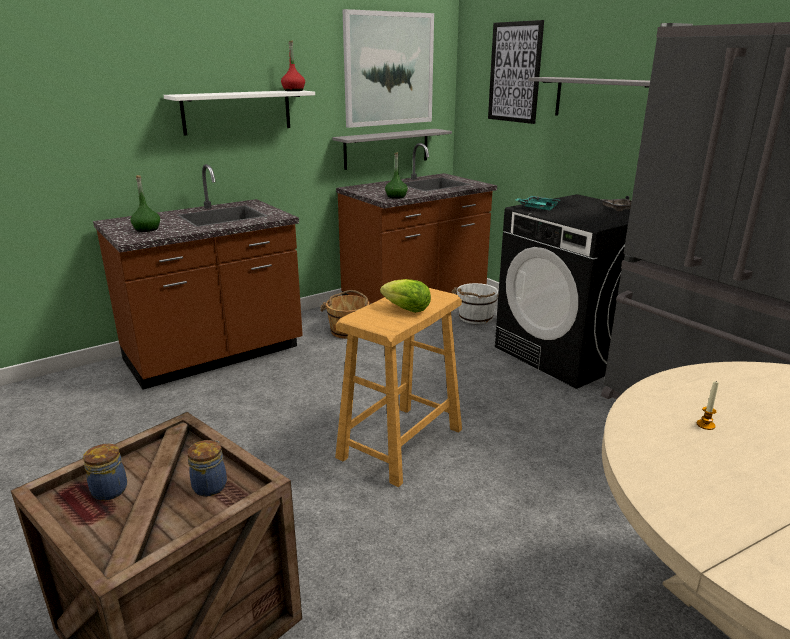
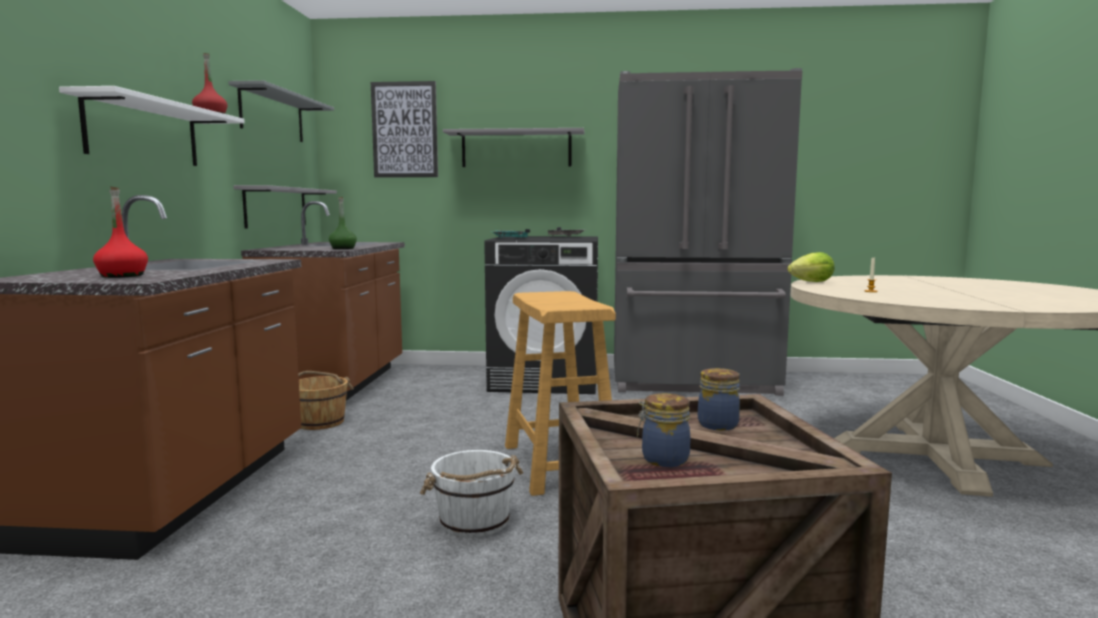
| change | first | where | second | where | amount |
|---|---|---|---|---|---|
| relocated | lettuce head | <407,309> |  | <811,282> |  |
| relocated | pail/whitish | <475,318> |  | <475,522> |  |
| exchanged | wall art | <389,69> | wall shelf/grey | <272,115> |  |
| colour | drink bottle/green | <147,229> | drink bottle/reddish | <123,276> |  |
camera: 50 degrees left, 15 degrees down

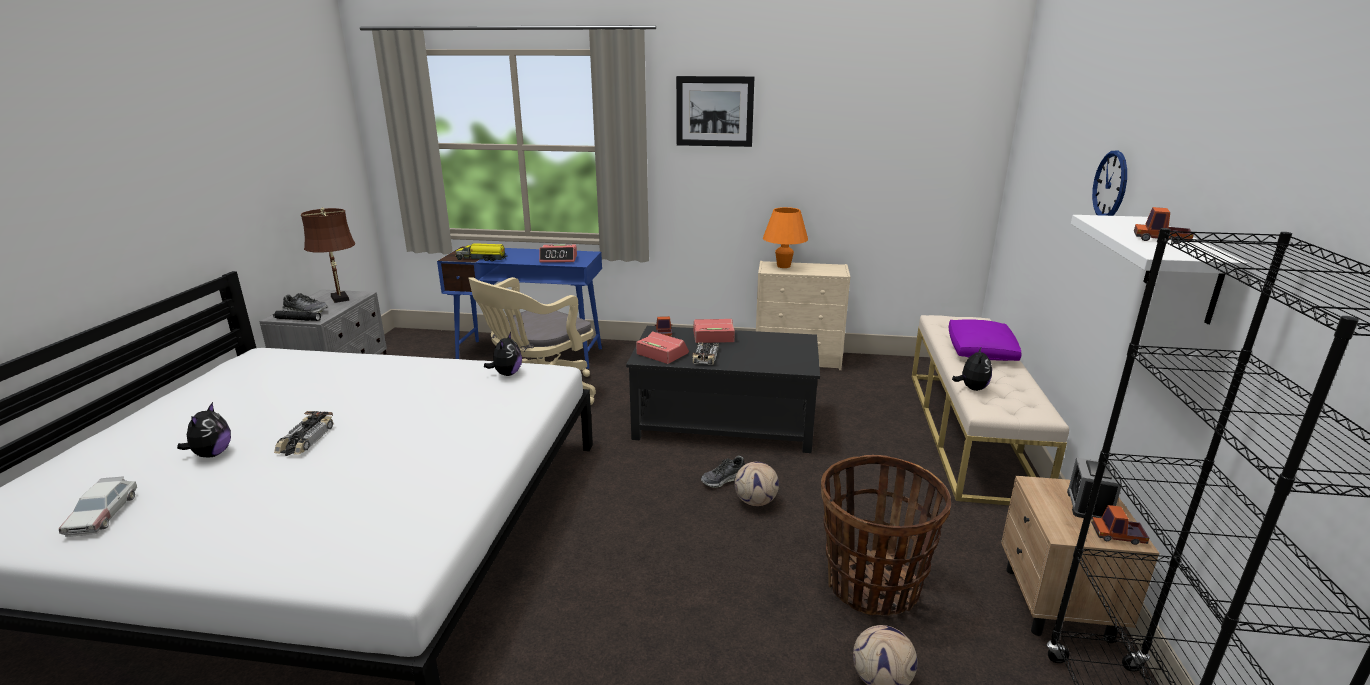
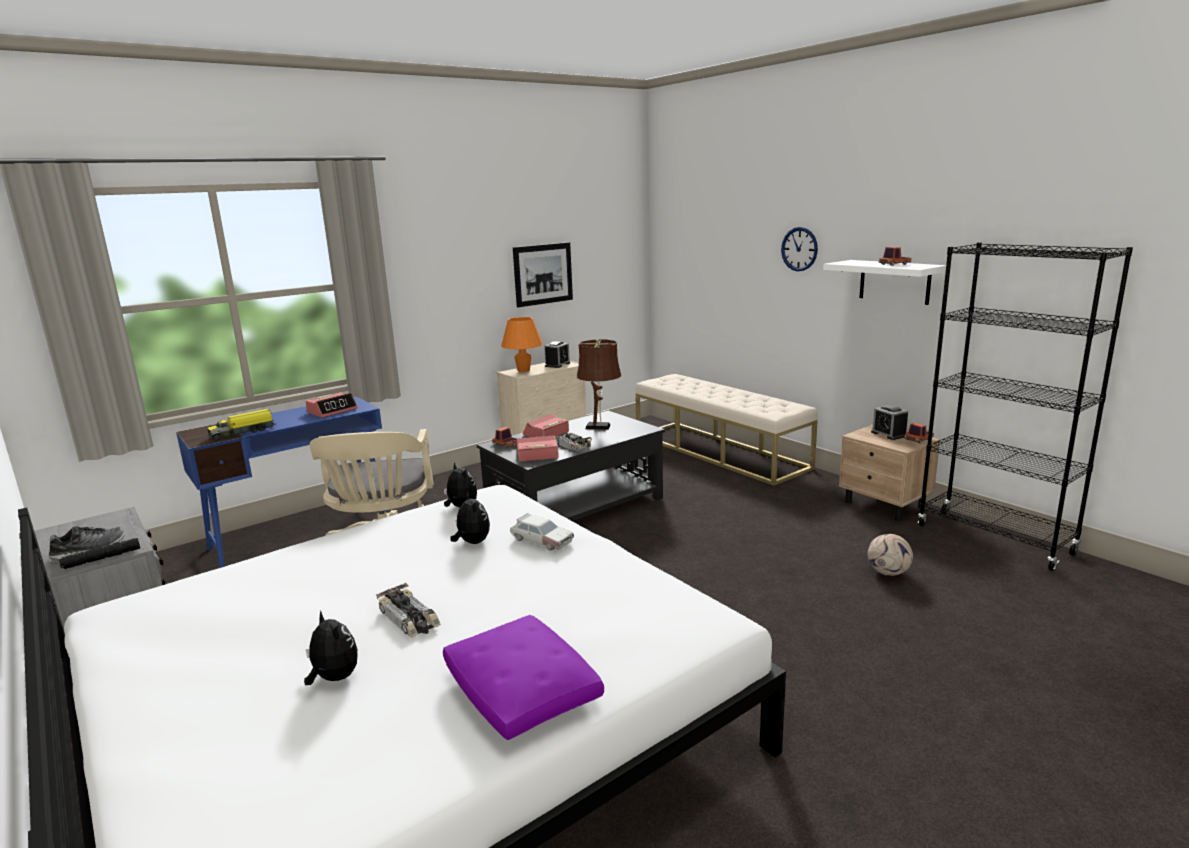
| change | first | where | second | where | amount |
|---|---|---|---|---|---|
| missing | item of footwear | <723,479> |  |  |  |
| missing | football | <756,502> |  |  |  |
| missing | household basket | <872,586> |  |  |  |
| appeared |  |  | alarm clock | <557,364> |  |
| relocated | miniature car | <103,514> |  | <541,540> |  |
| relocated | tabletop lamp/brown | <340,299> |  | <600,427> |  |
| relocated | wall art | <714,111> |  | <543,274> |  |
| relocated | throw pillow/purple-coloured | <980,351> |  | <520,690> |  |
| relocated | plush toy | <971,388> |  | <472,542> |  |
camera: 45 degrees left, 5 degrees down

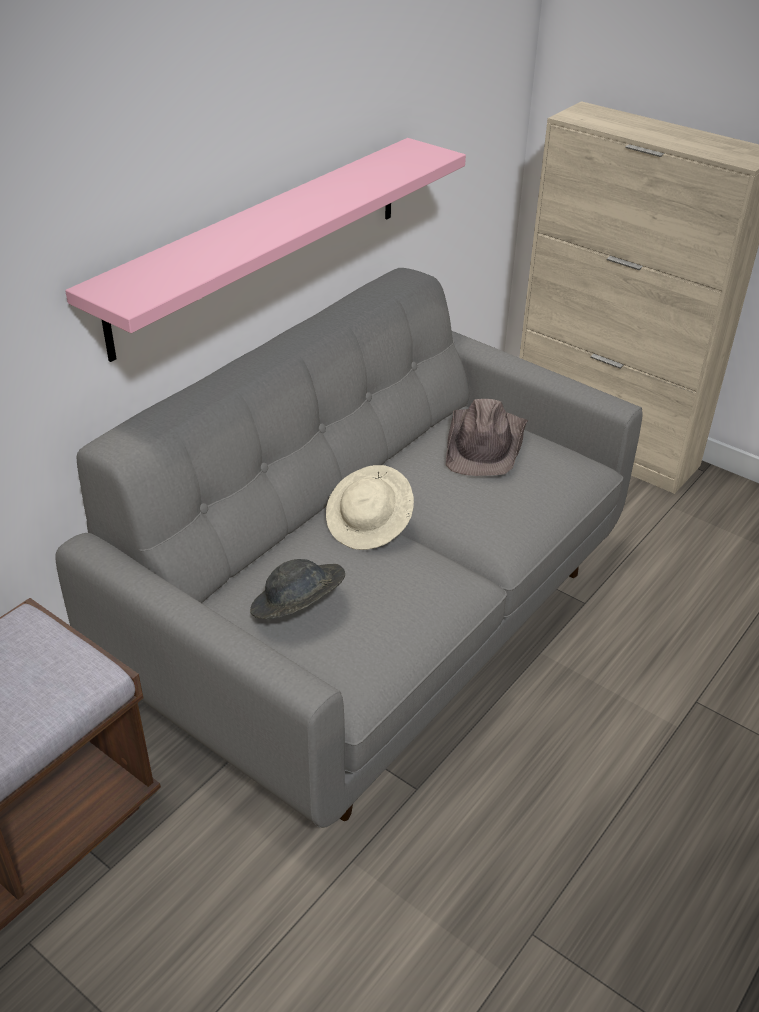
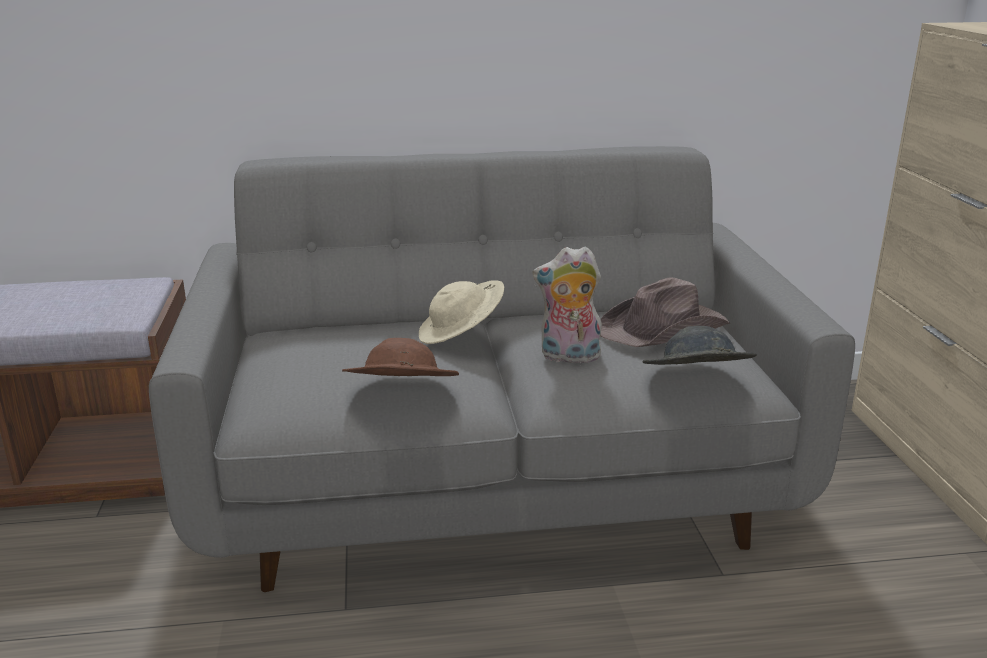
| change | first | where | second | where | amount |
|---|---|---|---|---|---|
| missing | wall shelf/pinkish | <263,242> |  |  |  |
| appeared |  |  | clothing hat/brown | <400,397> |  |
| appeared |  |  | plush toy | <568,357> |  |
| relocated | clothing hat/grey | <297,609> |  | <695,383> |  |
camera: 45 degrees right, 15 degrees down

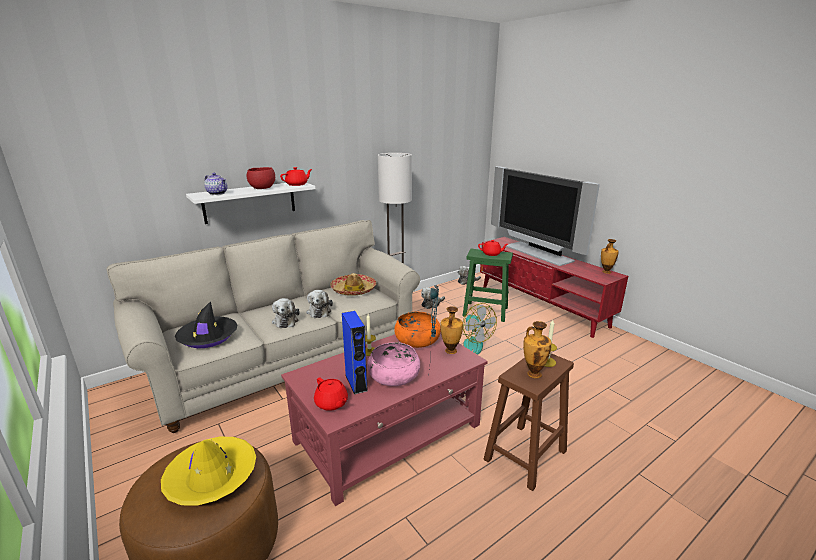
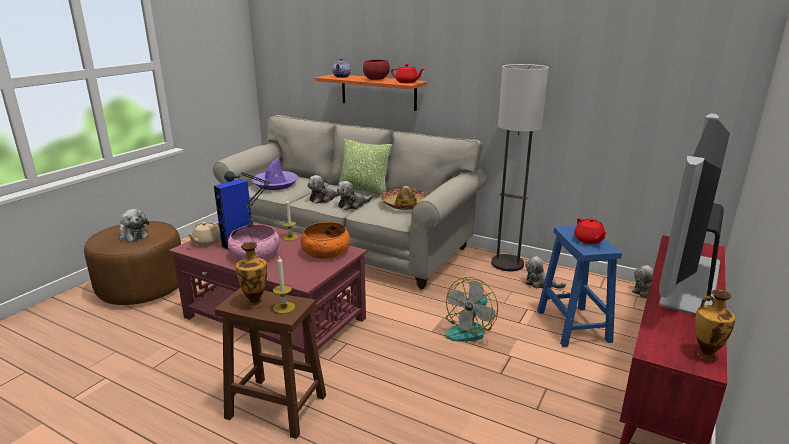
| change | first | where | second | where | amount |
|---|---|---|---|---|---|
| missing | vase | <450,351> |  |  |  |
| appeared |  |  | throw pillow | <364,191> |  |
| exchanged | clothing hat/yellowish | <212,477> | plush toy | <133,235> |  |
| colour | clothing hat/black-coloured | <208,337> | clothing hat/purple-coloured | <275,184> |  |
| colour | wall shelf/whitish | <250,202> | wall shelf/orange | <378,92> |  |
| colour | teapot/reddish | <331,403> | teapot/sand-coloured | <206,242> |  |
| colour | stool/green | <486,312> | stool/bluish | <574,326> |  |
camera: 65 degrees right, 0 degrees up

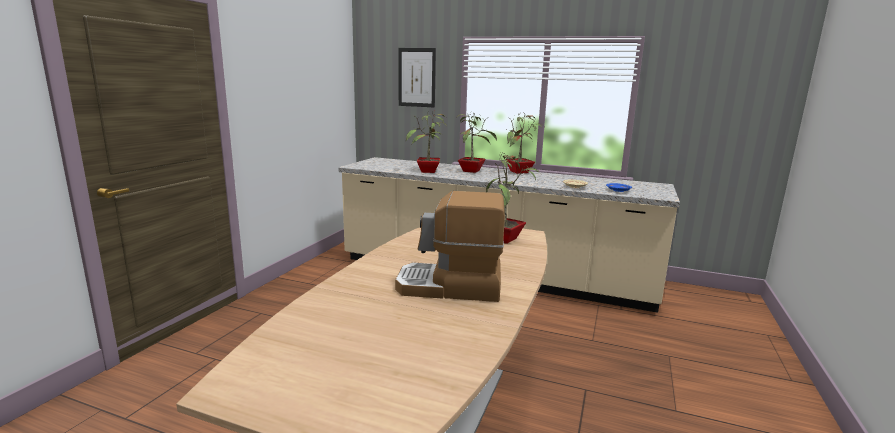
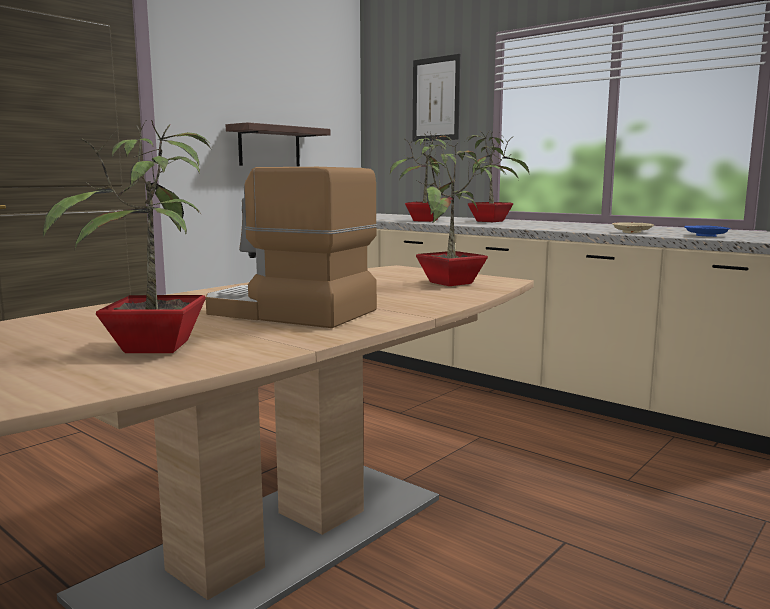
| change | first | where | second | where | amount |
|---|---|---|---|---|---|
| appeared |  |  | wall shelf | <269,146> |  |
| relocated | houseplant | <519,172> |  | <155,348> |  |
camera: 20 degrees right, 5 degrees down

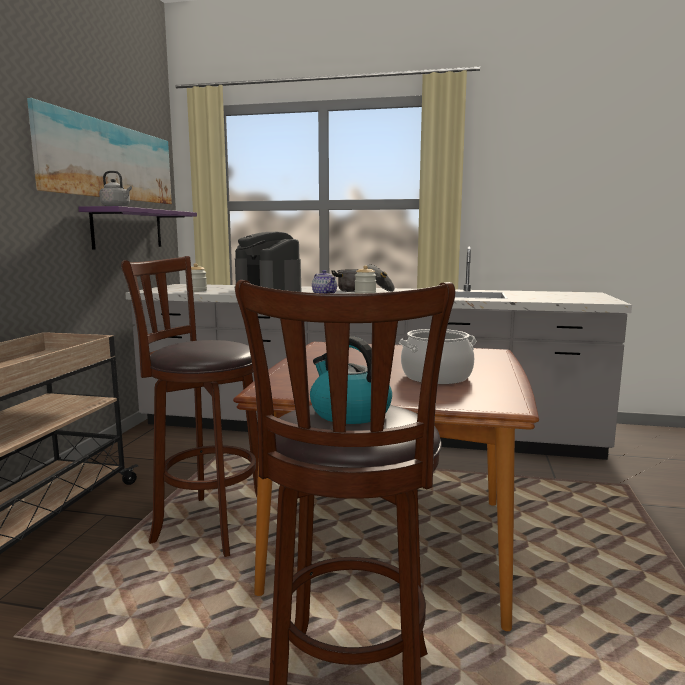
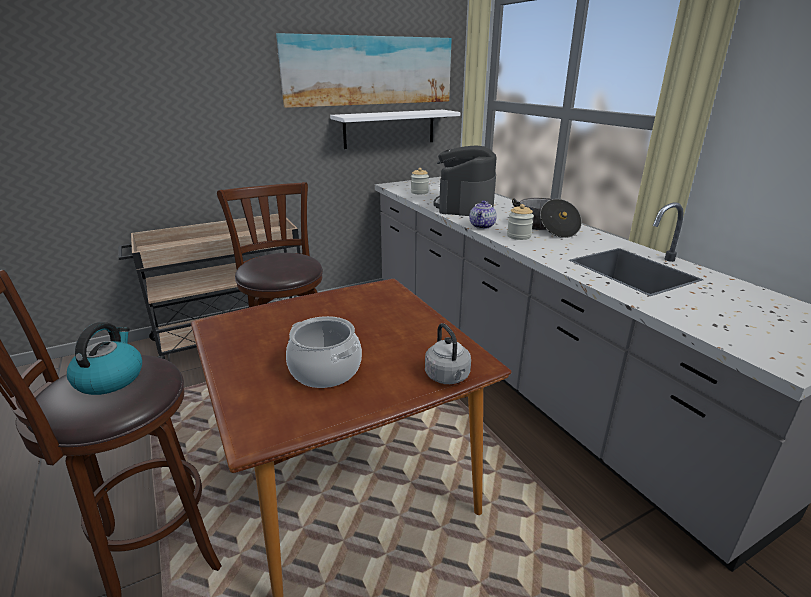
| change | first | where | second | where | amount |
|---|---|---|---|---|---|
| relocated | kettle/grey | <117,206> |  | <448,377> |  |
| colour | wall shelf/purple-coloured | <128,229> | wall shelf/whitish | <389,128> |  |
camera: 50 degrees right, 15 degrees up

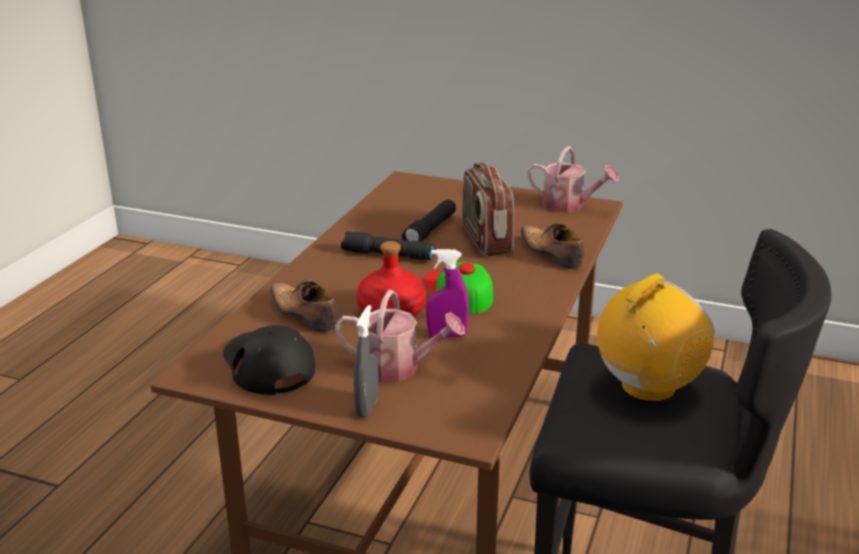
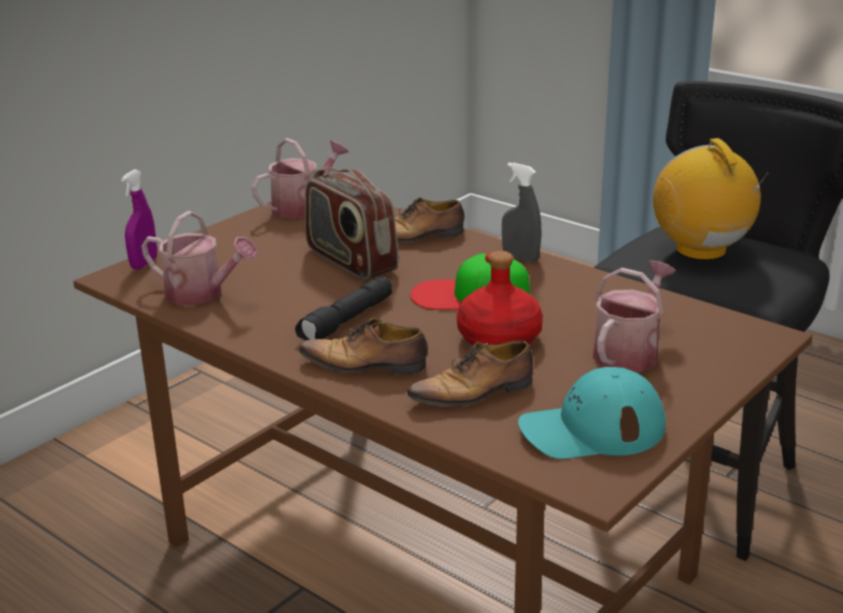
| change | first | where | second | where | amount |
|---|---|---|---|---|---|
| missing | hand torch/black-coloured | <431,230> |  |  |  |
| appeared |  |  | watering pot | <201,294> |  |
| appeared |  |  | item of footwear | <366,365> |  |
| relocated | hand sprayer/grey | <367,407> |  | <520,257> |  |
| relocated | hand sprayer/purple-coloured | <447,336> |  | <144,263> |  |
| colour | peaked cap/black-coloured | <267,365> | peaked cap/blue-green | <591,429> |  |
| spun | radio set | <485,239> |  | <350,261> | 45 degrees clockwise |
camera: 70 degrees left, 0 degrees up

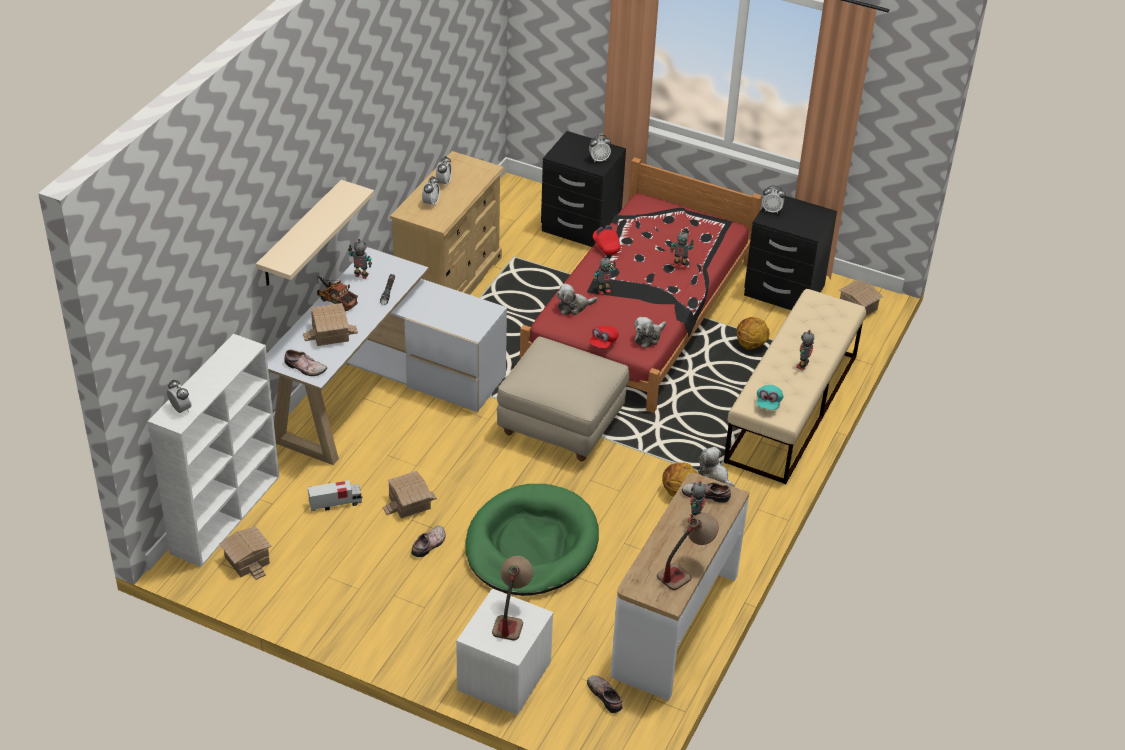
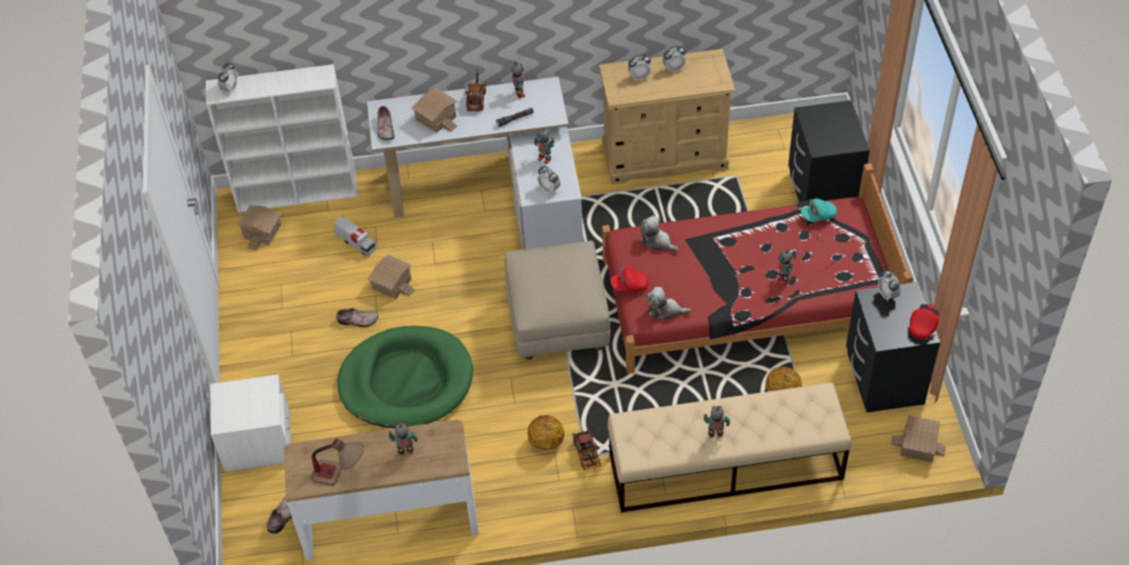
| change | first | where | second | where | amount |
|---|---|---|---|---|---|
| missing | wall shelf/sand-coloured | <300,235> |  |  |  |
| missing | tabletop lamp | <511,616> |  |  |  |
| missing | item of footwear | <706,494> |  |  |  |
| relocated | alarm clock | <599,159> |  | <549,189> |  |
| relocated | peaked cap/reddish | <606,246> |  | <923,325> |  |
| relocated | model robot | <603,291> |  | <544,159> |  |
| relocated | peaked cap/blue-green | <768,403> |  | <818,216> |  |
| exchanged | plush toy | <714,476> | toy lorry | <587,456> |  |
camera: 60 degrees right, 10 degrees up

